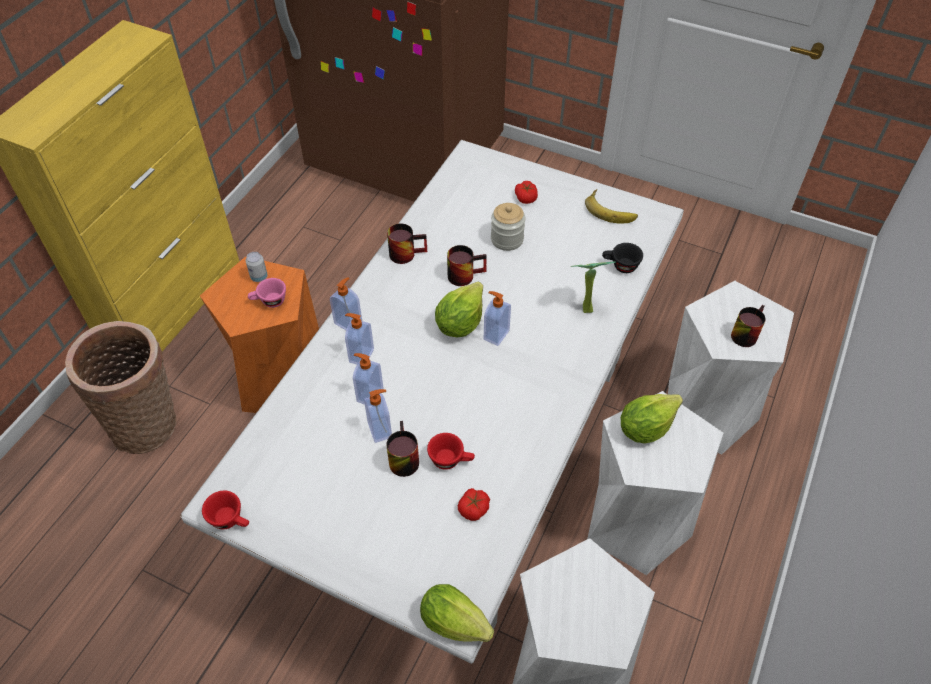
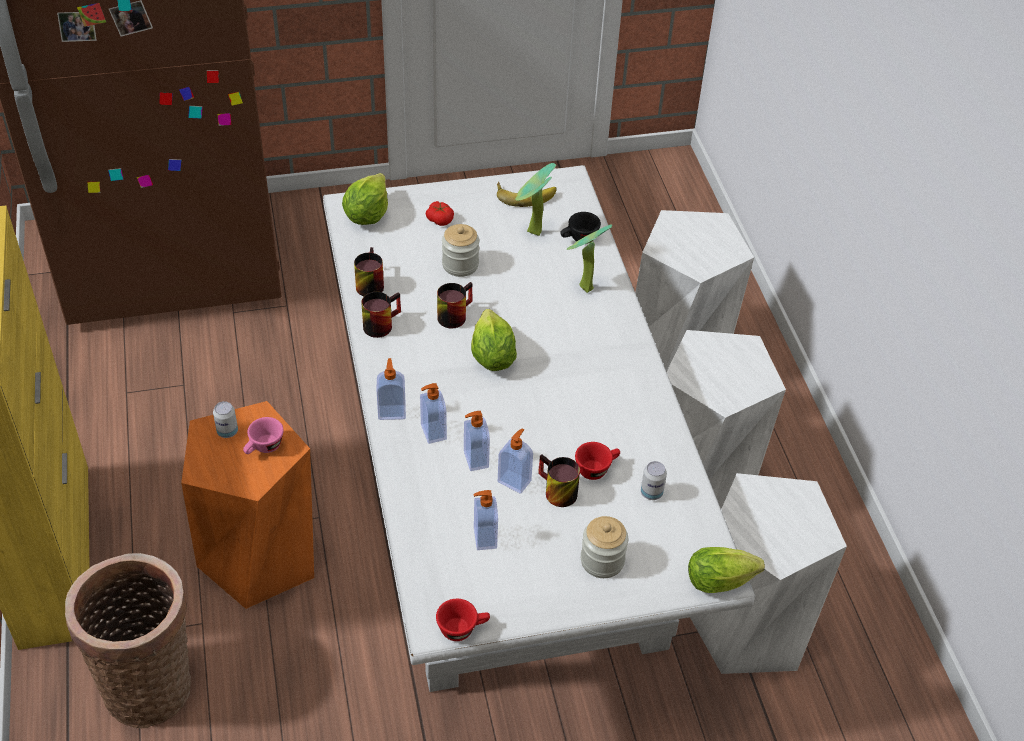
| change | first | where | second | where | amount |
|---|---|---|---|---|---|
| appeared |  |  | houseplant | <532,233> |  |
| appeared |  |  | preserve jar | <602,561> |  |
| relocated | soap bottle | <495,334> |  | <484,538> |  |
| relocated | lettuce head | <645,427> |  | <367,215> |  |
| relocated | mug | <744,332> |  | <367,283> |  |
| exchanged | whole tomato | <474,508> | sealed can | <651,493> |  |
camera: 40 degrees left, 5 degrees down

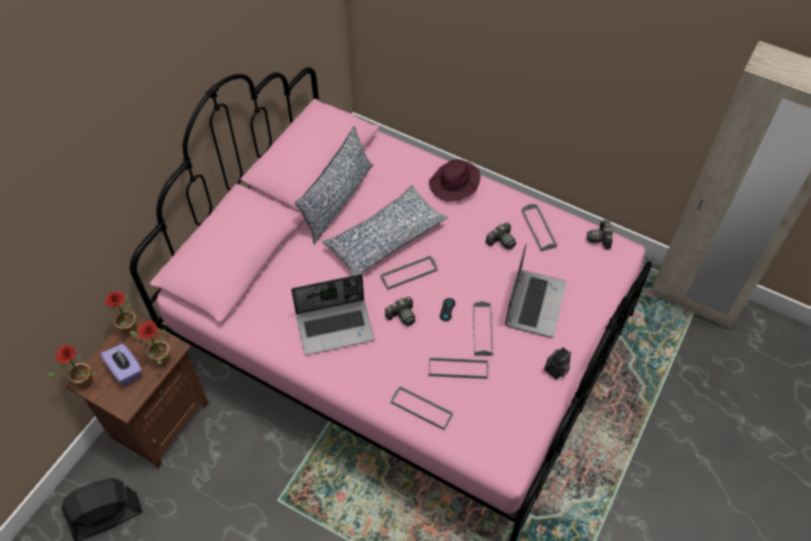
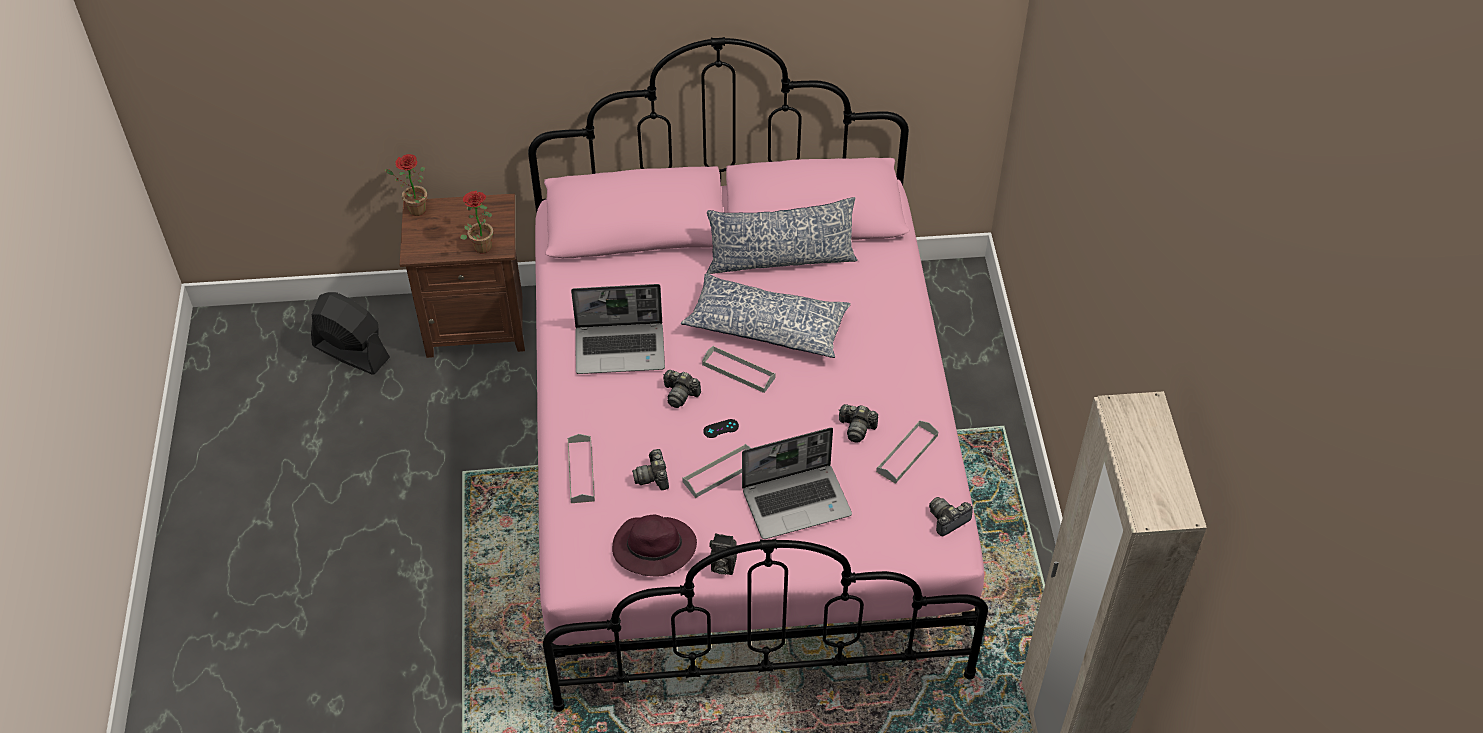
| change | first | where | second | where | amount |
|---|---|---|---|---|---|
| missing | box of tissues/purple-coloured | <126,370> |  |  |  |
| missing | houseplant | <132,330> |  |  |  |
| relocated | clothing hat/purple-coloured | <454,184> |  | <653,549> |  |
| exchanged | carrying tray/grey | <458,369> | still camera | <653,477> |  |
| spun | laptop | <335,326> |  | <621,349> | 45 degrees counterclockwise |
camera: 55 degrees right, 5 degrees down

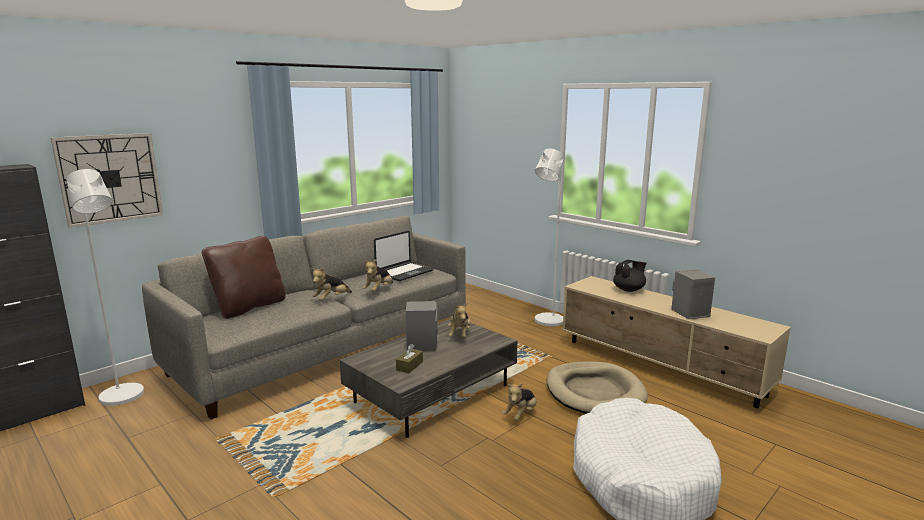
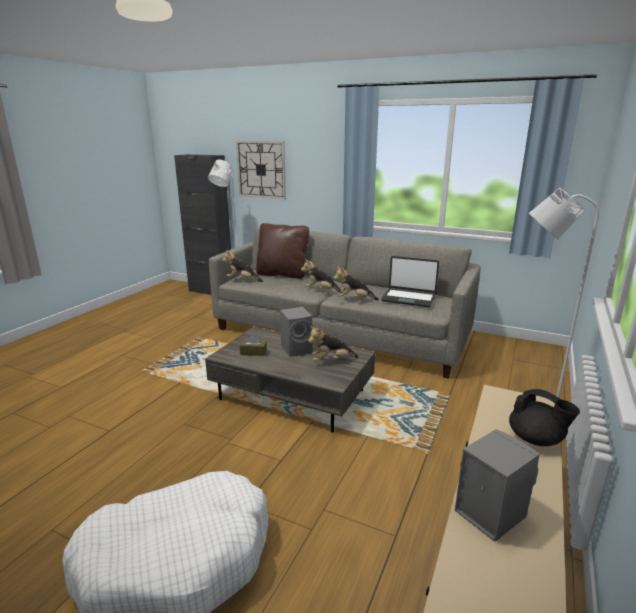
| change | first | where | second | where | amount |
|---|---|---|---|---|---|
| missing | dog cushion/sand-coloured | <594,392> |  |  |  |
| relocated | plush toy | <521,414> |  | <242,280> |  |
camera: 70 degrees right, 5 degrees up

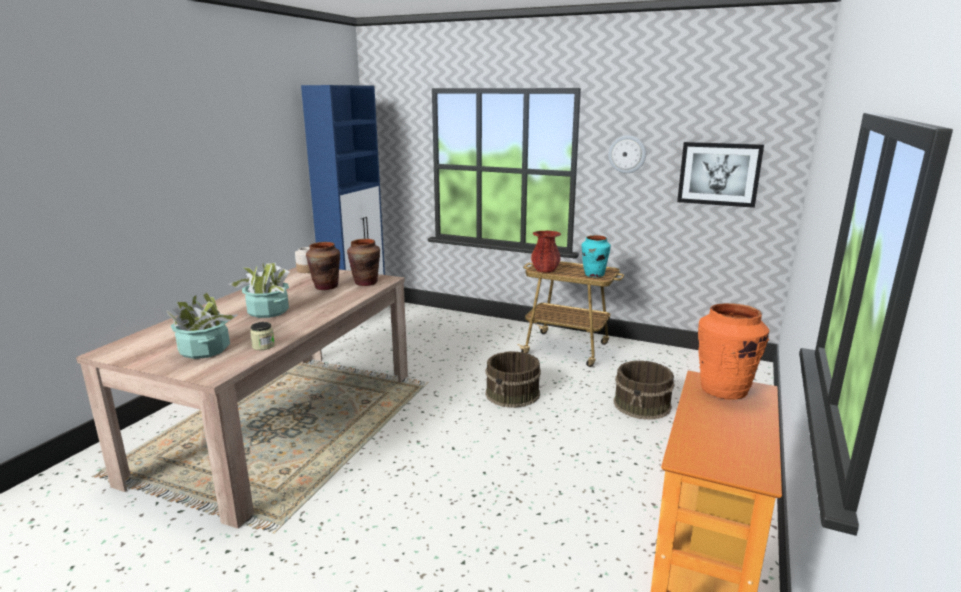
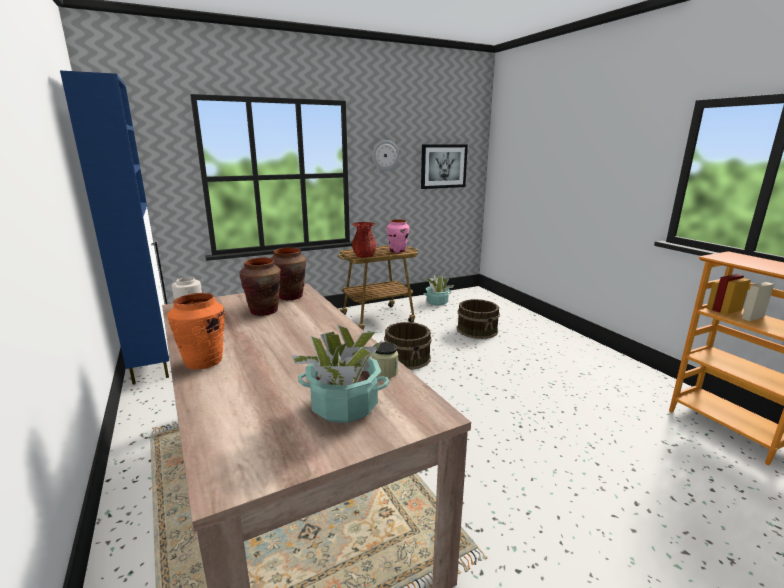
| change | first | where | second | where | amount |
|---|---|---|---|---|---|
| relocated | houseplant | <268,311> |  | <437,302> |  |
| relocated | vase/orange | <723,390> |  | <203,362> |  |
| colour | vase/blue-green | <594,274> | vase/pinkish | <397,251> |  |
camera: 50 degrees left, 0 degrees up

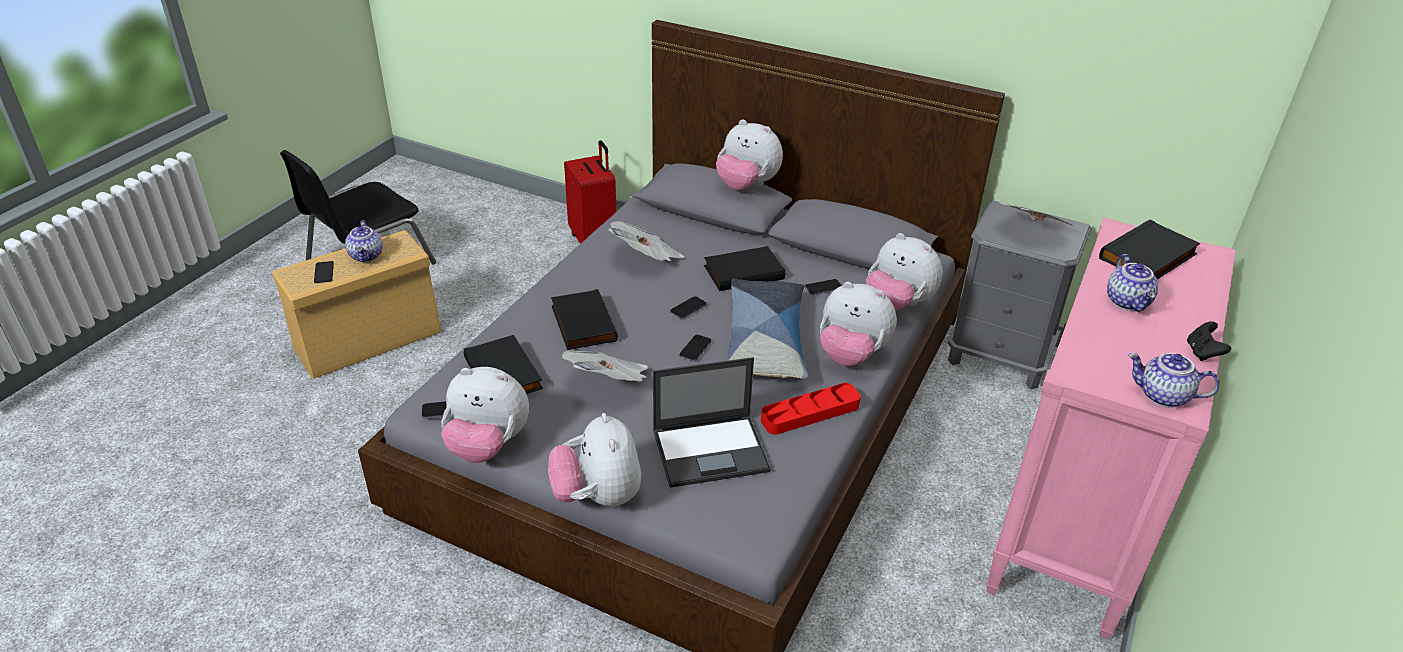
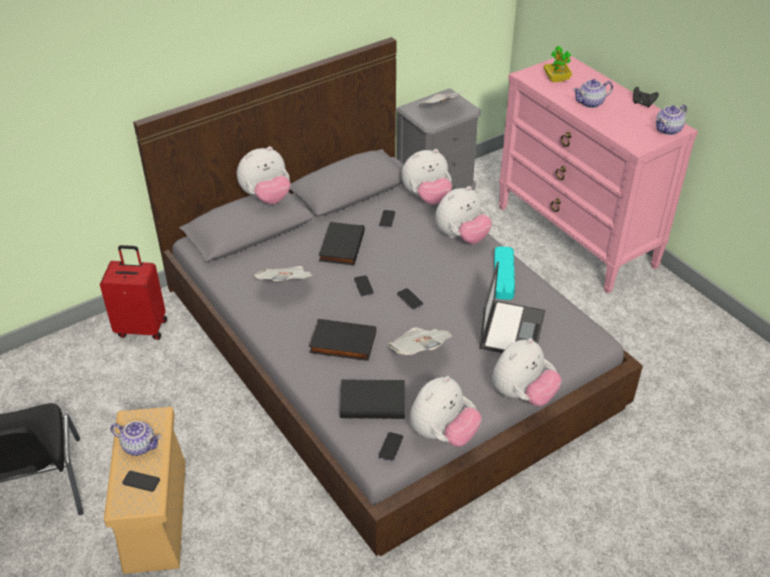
| change | first | where | second | where | amount |
|---|---|---|---|---|---|
| missing | throw pillow | <766,340> |  |  |  |
| exchanged | book/black-coloured | <1149,257> | houseplant | <556,79> |  |
| colour | carrying tray/reddish | <810,413> | carrying tray/blue-green | <503,275> |  |
| spun | plush toy | <598,496> |  | <522,395> | 60 degrees counterclockwise |
| spun | teapot | <1128,302> |  | <590,103> | 135 degrees clockwise |
camera: 60 degrees left, 5 degrees up

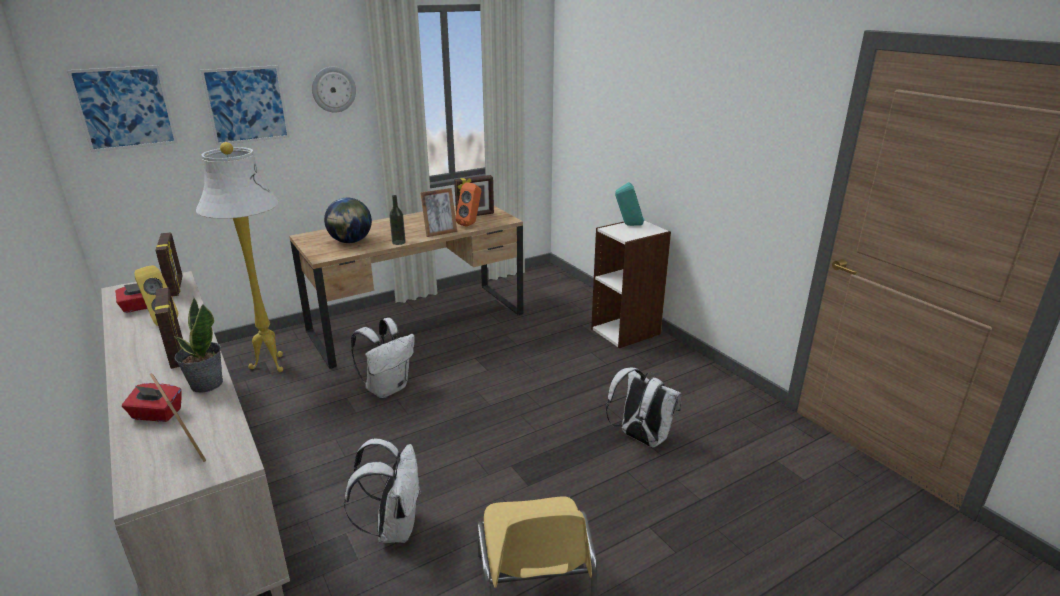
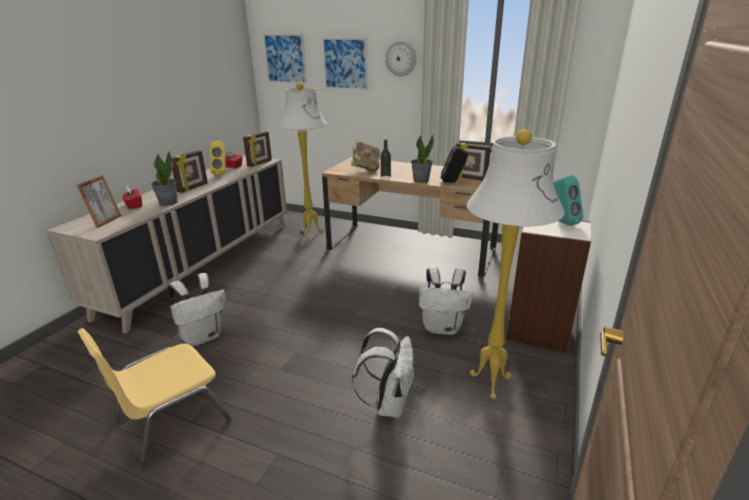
| change | first | where | second | where | amount |
|---|---|---|---|---|---|
| appeared |  |  | floor lamp/whitish | <491,382> |  |
| relocated | knapsack/whitish | <387,388> |  | <442,328> |  |
| exchanged | desk globe | <350,241> | book | <365,169> |  |
| exchanged | photo frame | <440,233> | houseplant | <420,180> |  |
| colour | speaker/orange | <471,224> | speaker/black-coloured | <453,182> |  |
camera: 55 degrees right, 0 degrees up

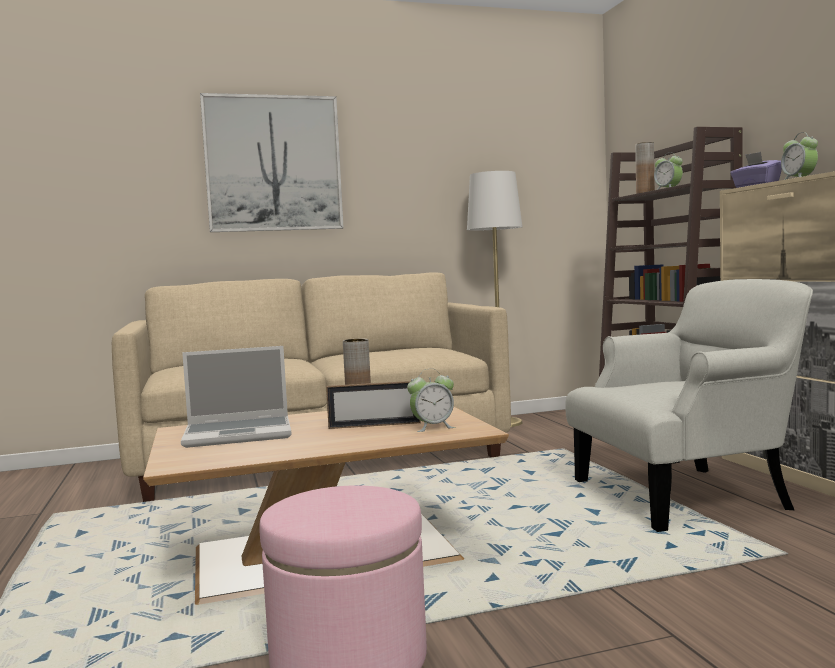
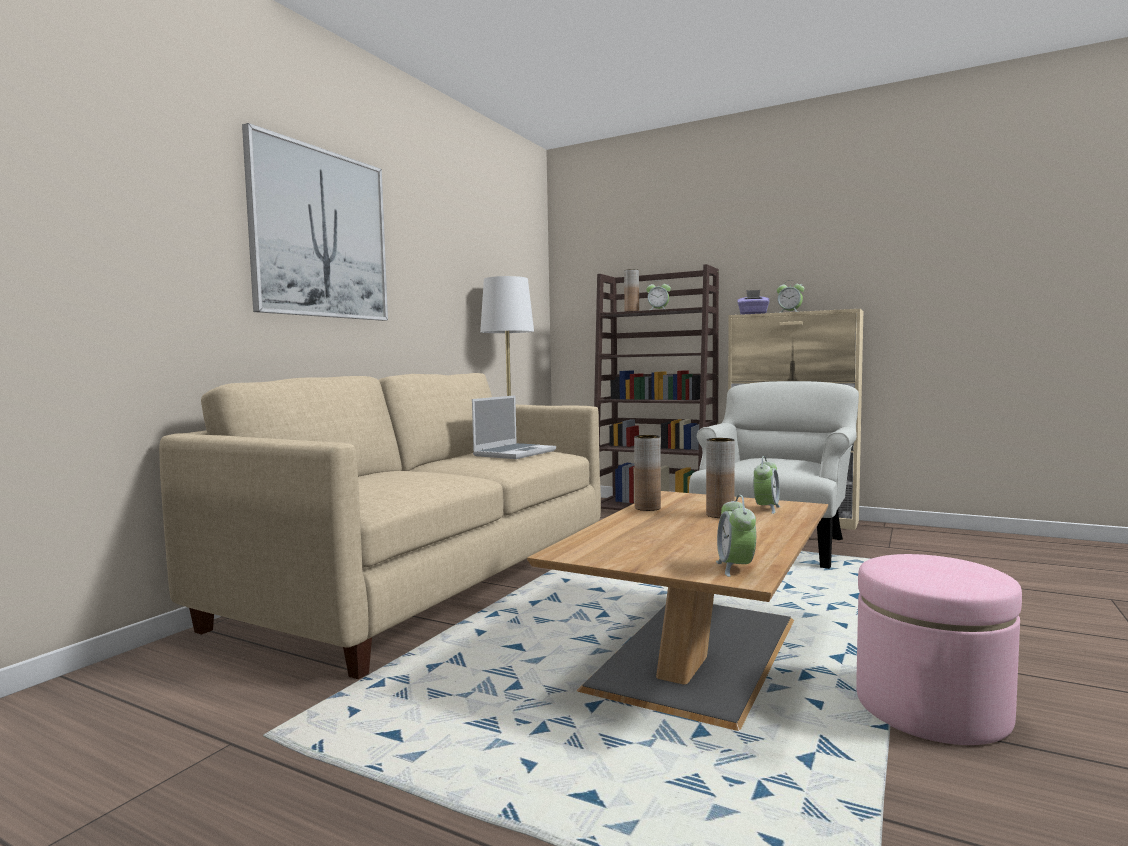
| change | first | where | second | where | amount |
|---|---|---|---|---|---|
| appeared |  |  | alarm clock | <735,568> |  |
| relocated | laptop | <240,434> |  | <514,453> |  |
| exchanged | photo frame | <374,425> | vase/brown | <720,515> |  |
camera: 45 degrees left, 0 degrees up

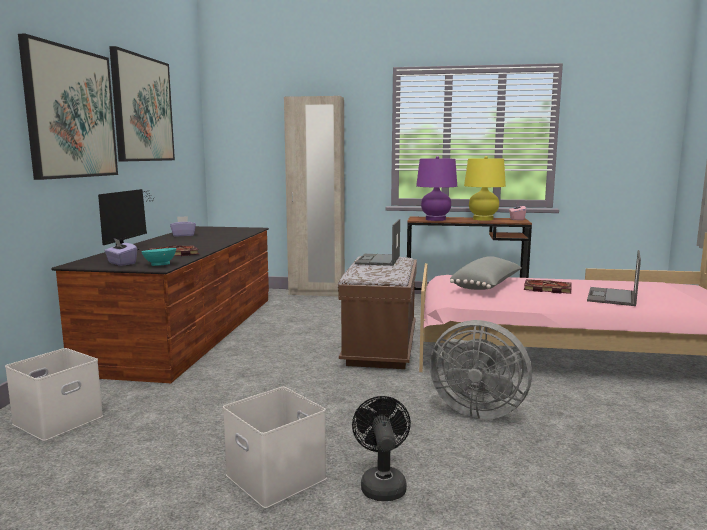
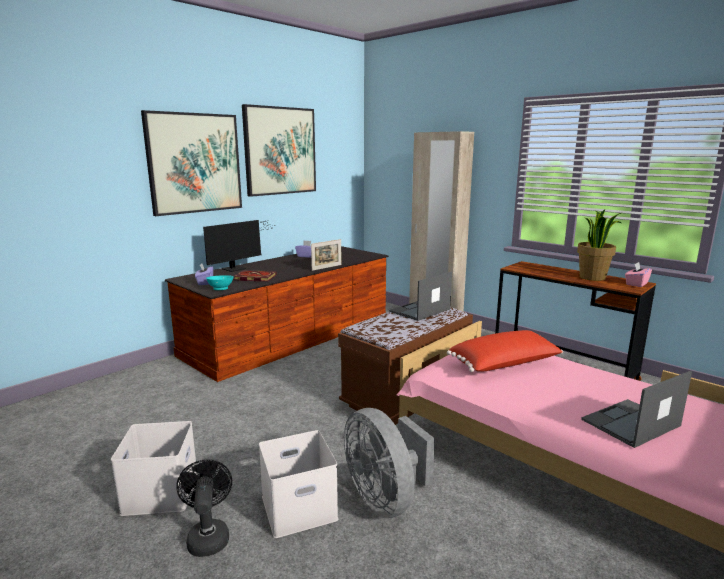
| change | first | where | second | where | amount |
|---|---|---|---|---|---|
| missing | tabletop lamp/purple-coloured | <435,219> |  |  |  |
| missing | book | <546,288> |  |  |  |
| appeared |  |  | photo frame | <326,267> |  |
| relocated | storage box/whitish | <59,419> |  | <300,506> |  |
| exchanged | tabletop lamp/yellowish | <483,219> | houseplant | <593,277> |  |
| colour | throw pillow/grey | <487,286> | throw pillow/reddish | <505,365> |  |
| spun | cooling fan/black-coloured | <382,484> |  | <208,536> | 45 degrees counterclockwise |
camera: 35 degrees right, 5 degrees up

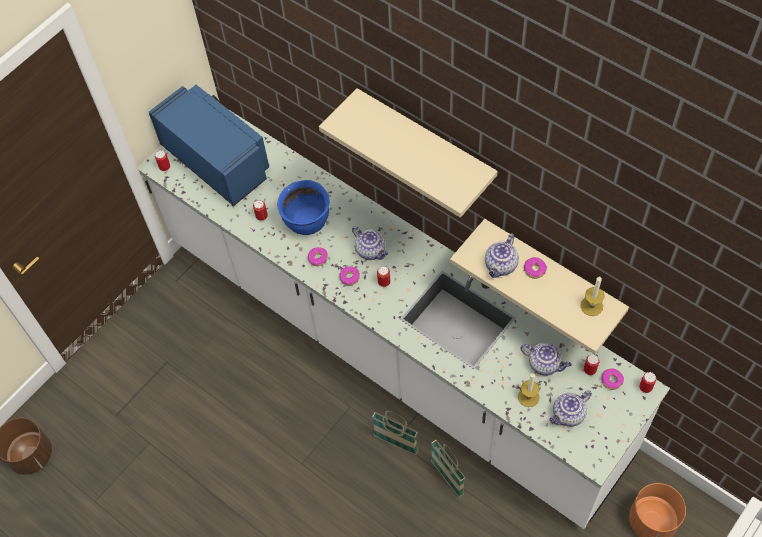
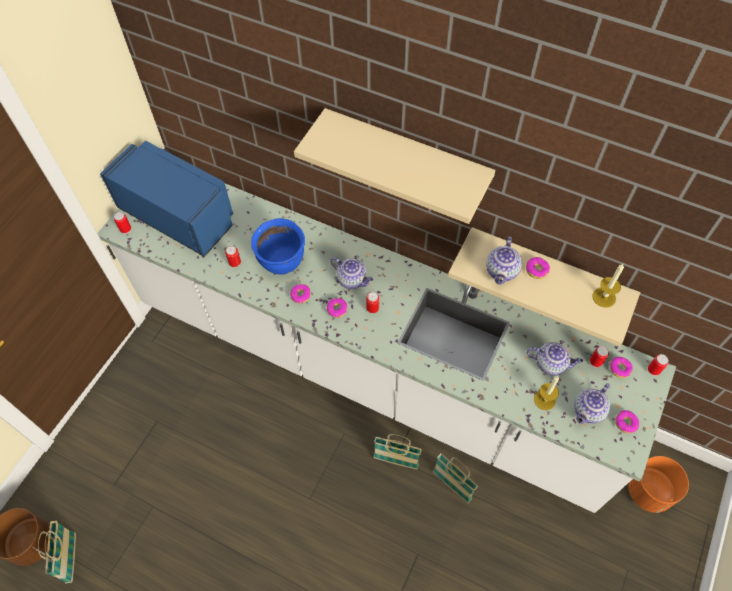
| change | first | where | second | where | amount |
|---|---|---|---|---|---|
| appeared |  |  | household basket | <71,557> |  |
| appeared |  |  | doughnut | <625,423> |  |
camera: 15 degrees left, 0 degrees up

